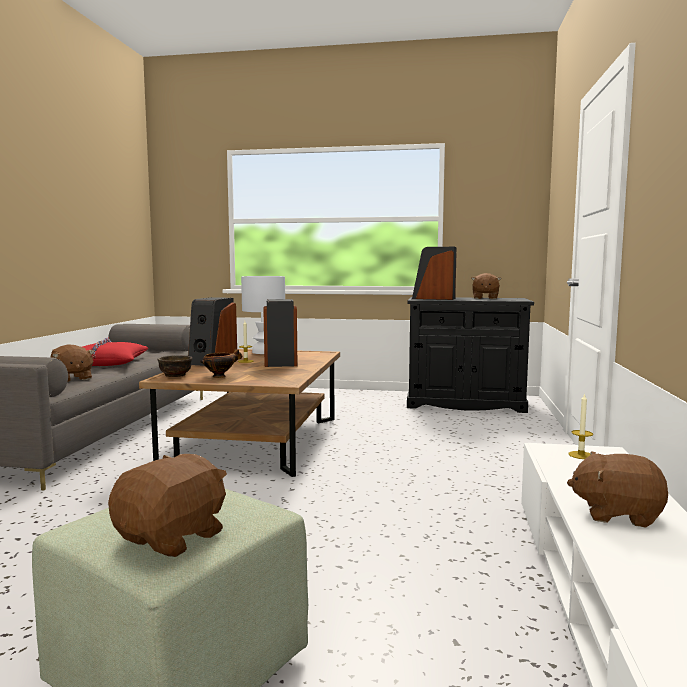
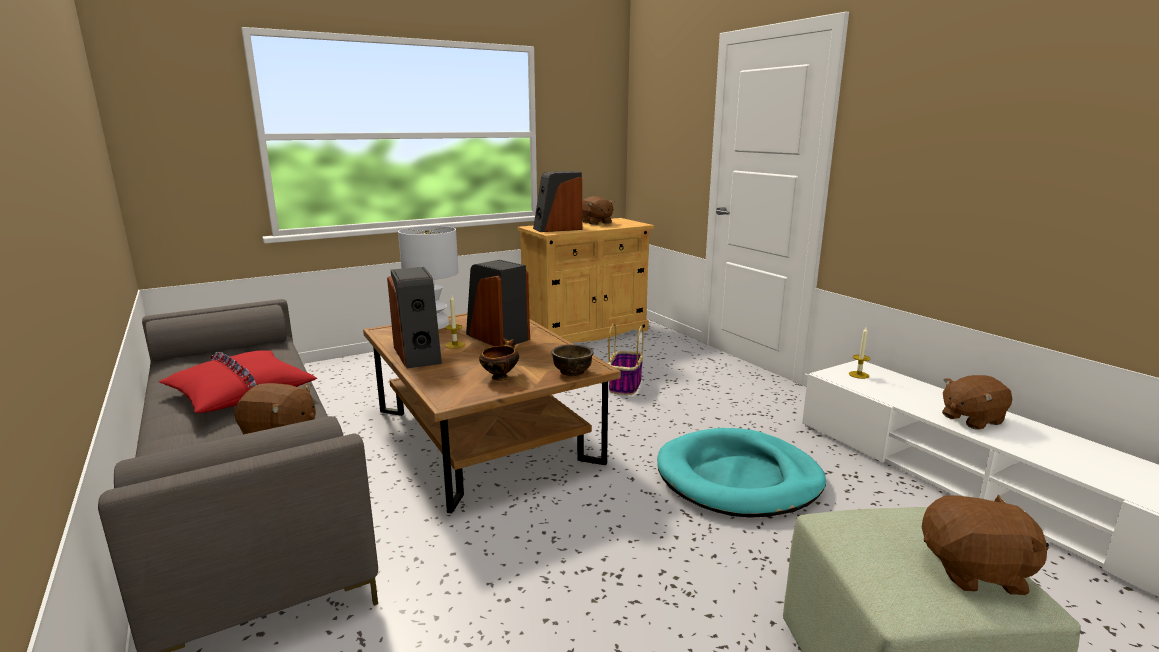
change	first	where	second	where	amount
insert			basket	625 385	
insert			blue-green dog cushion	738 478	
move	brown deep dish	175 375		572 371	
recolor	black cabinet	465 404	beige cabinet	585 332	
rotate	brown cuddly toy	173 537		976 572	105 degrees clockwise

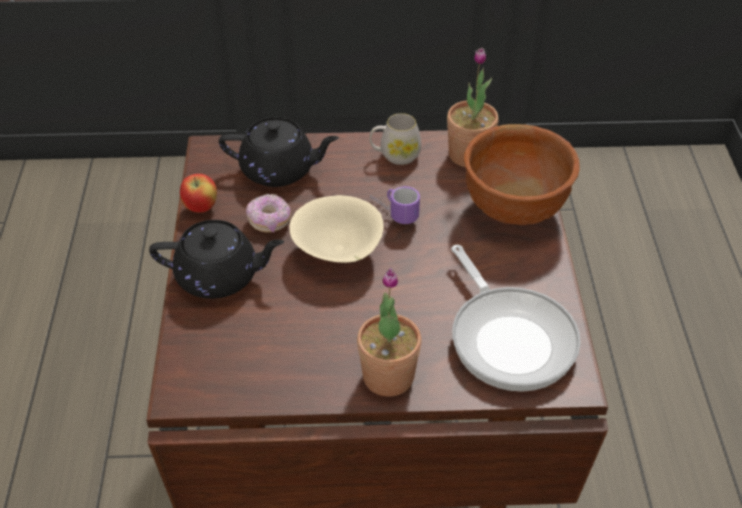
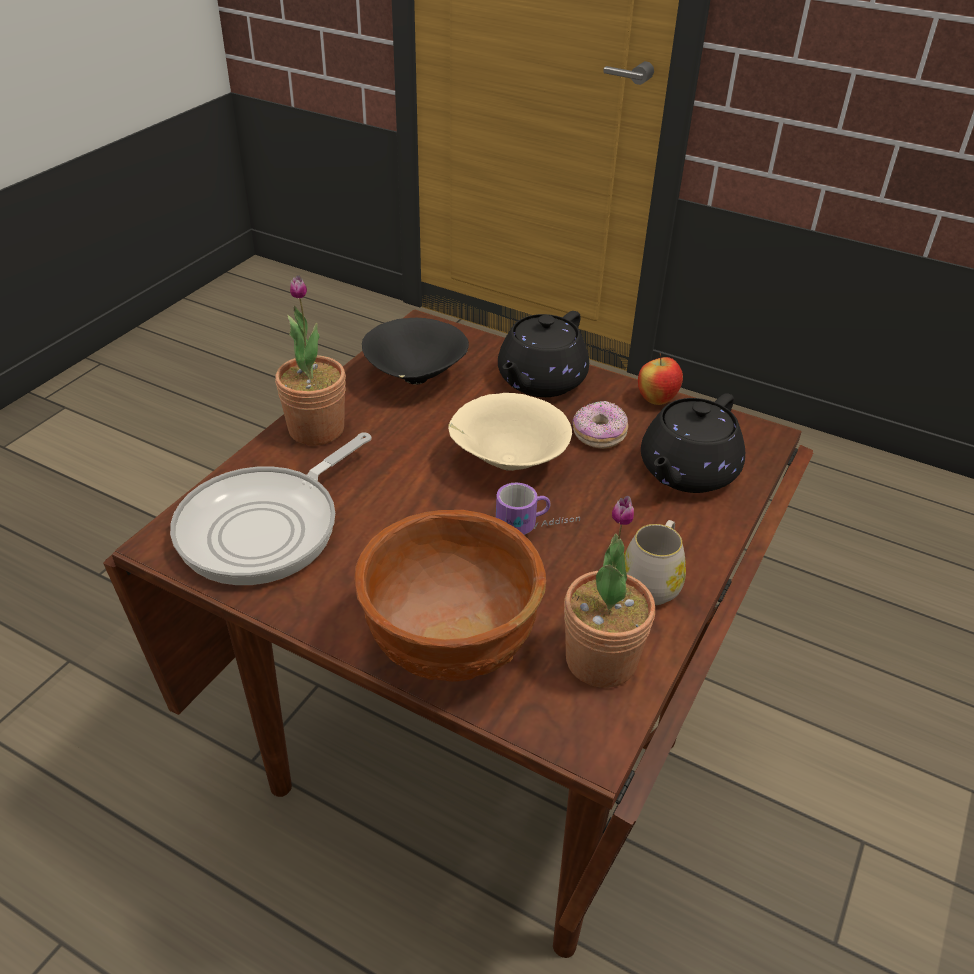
change	first	where	second	where	amount
insert			black deep dish	415 379	
rotate	skillet	509 338		267 527	60 degrees counterclockwise

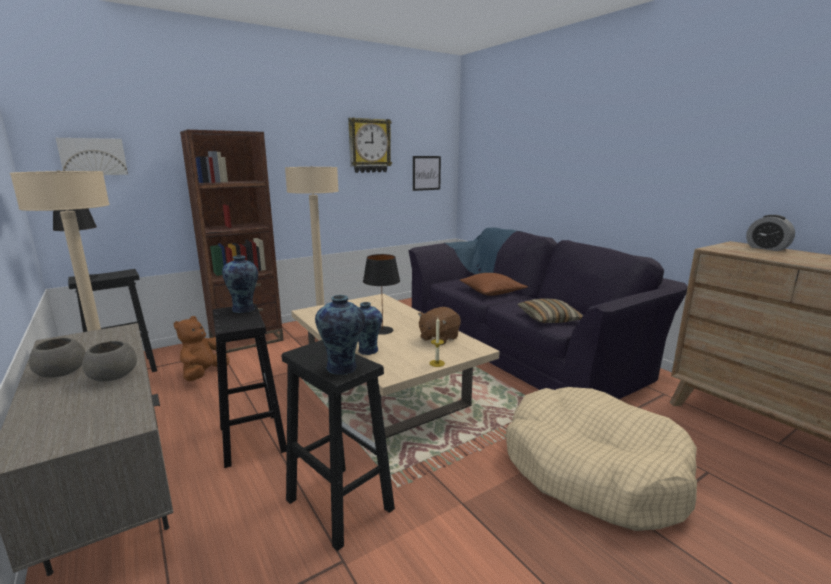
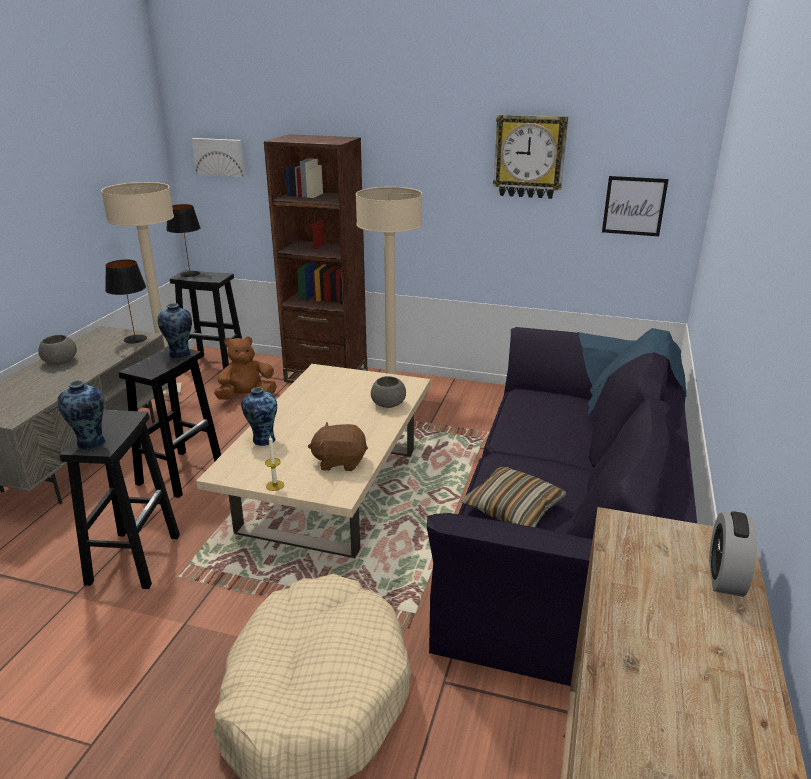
change	first	where	second	where	amount
delete	brown throw pillow	492 292			
move	gray deep dish	112 377		387 404	
move	black table lamp	382 330		135 339	

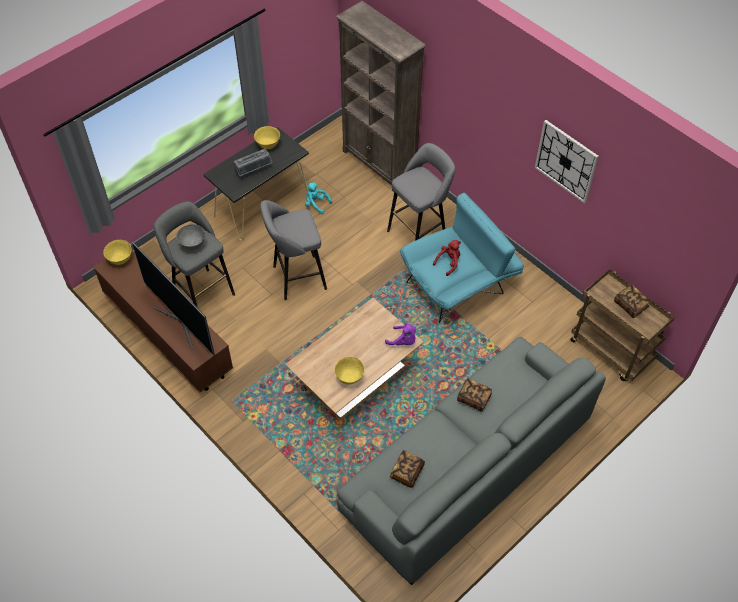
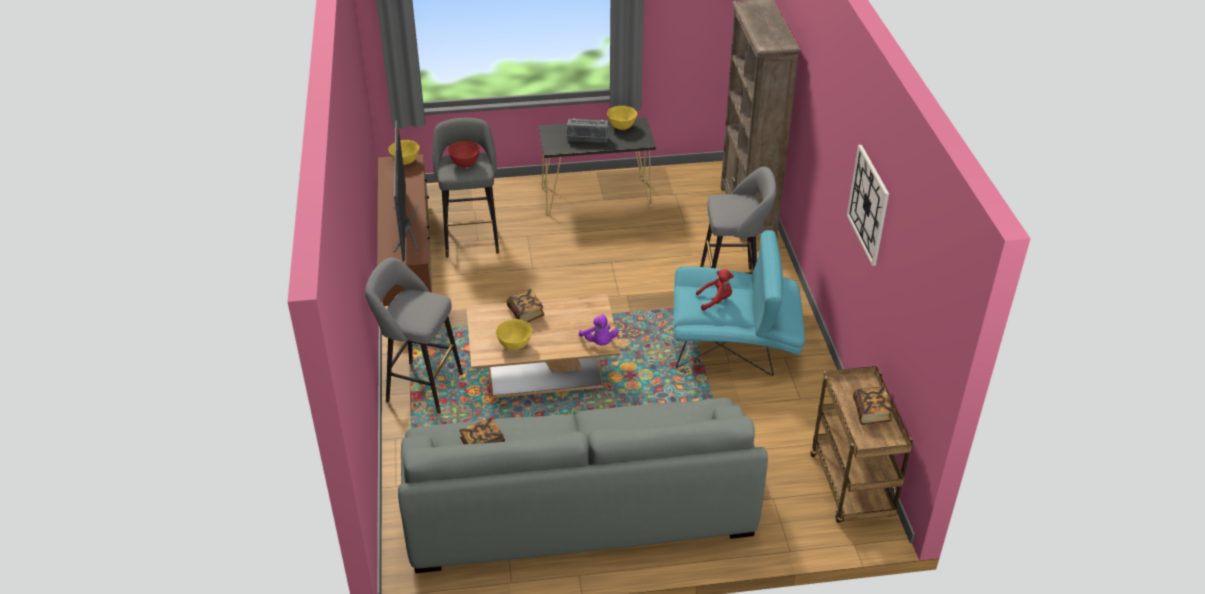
change	first	where	second	where	amount
delete	blue-green cuddly toy	316 204			
move	gray stool	296 278		420 386	
move	book	473 398		526 313	
recolor	gray deep dish	193 245	reddish deep dish	465 164	

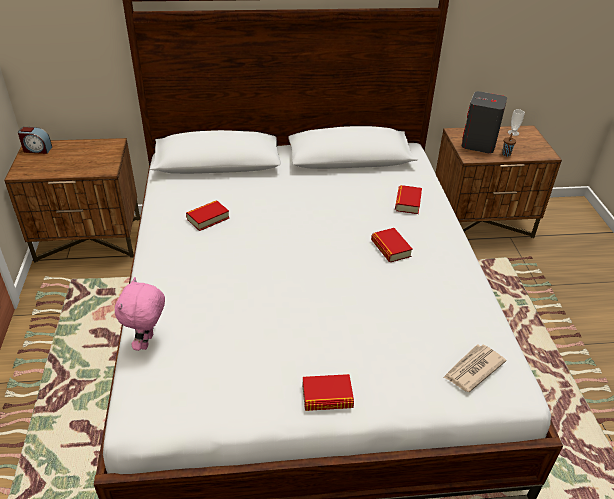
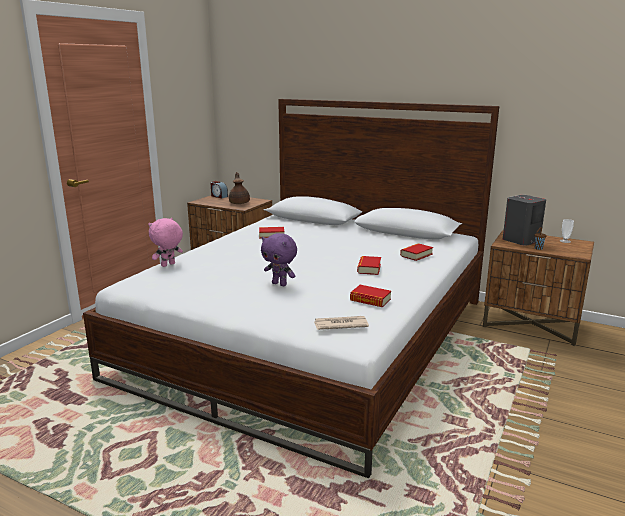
change	first	where	second	where	amount
insert			brown tea pot	239 202	
insert			purplish cuddly toy	280 284	
move	book	327 397		370 300	

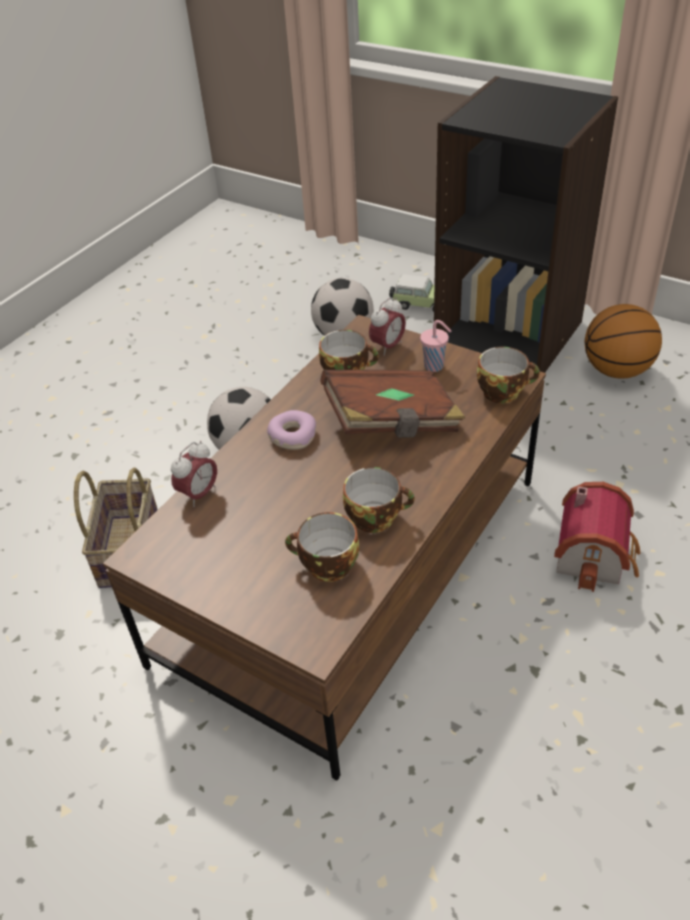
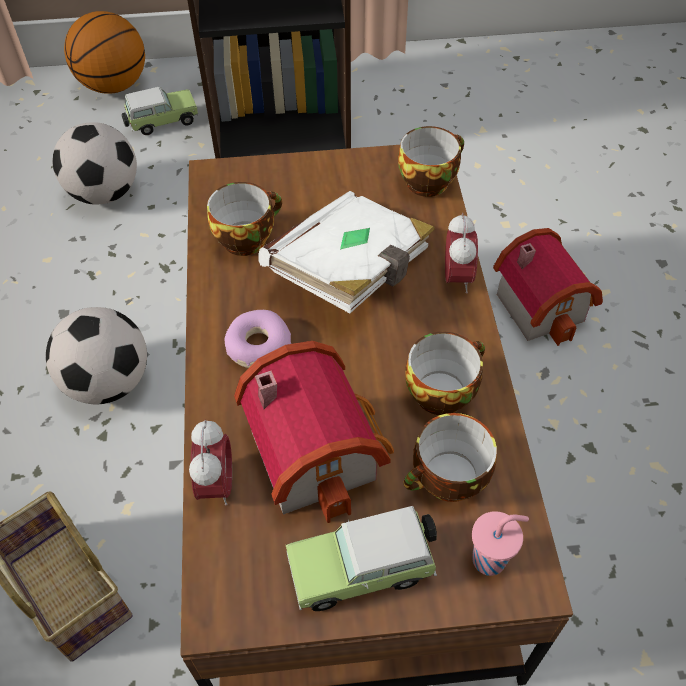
change	first	where	second	where	amount
insert			toy house	319 450	
insert			miniature car	365 569	
move	bedside clock	387 346		457 278	
move	pink small cup	435 366		491 559	
move	basketball	616 370		113 85	
recolor	brown book	393 422	whitish book	353 271	

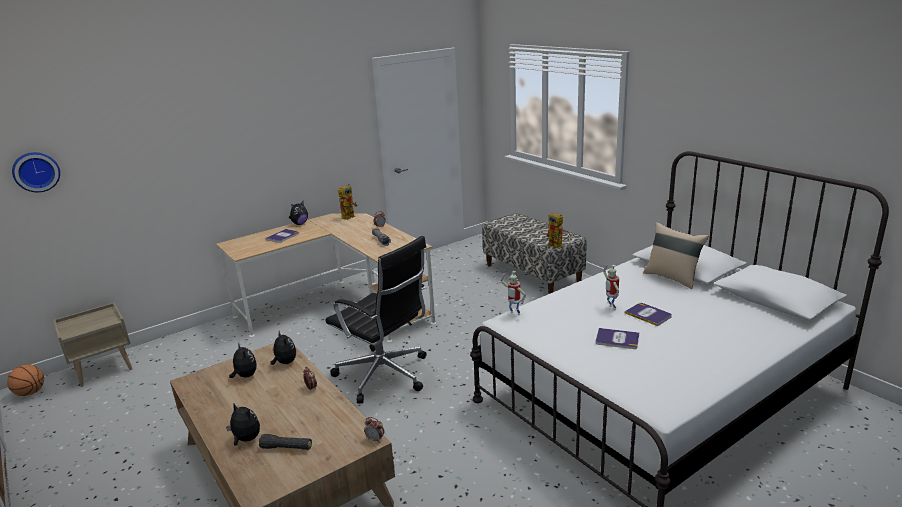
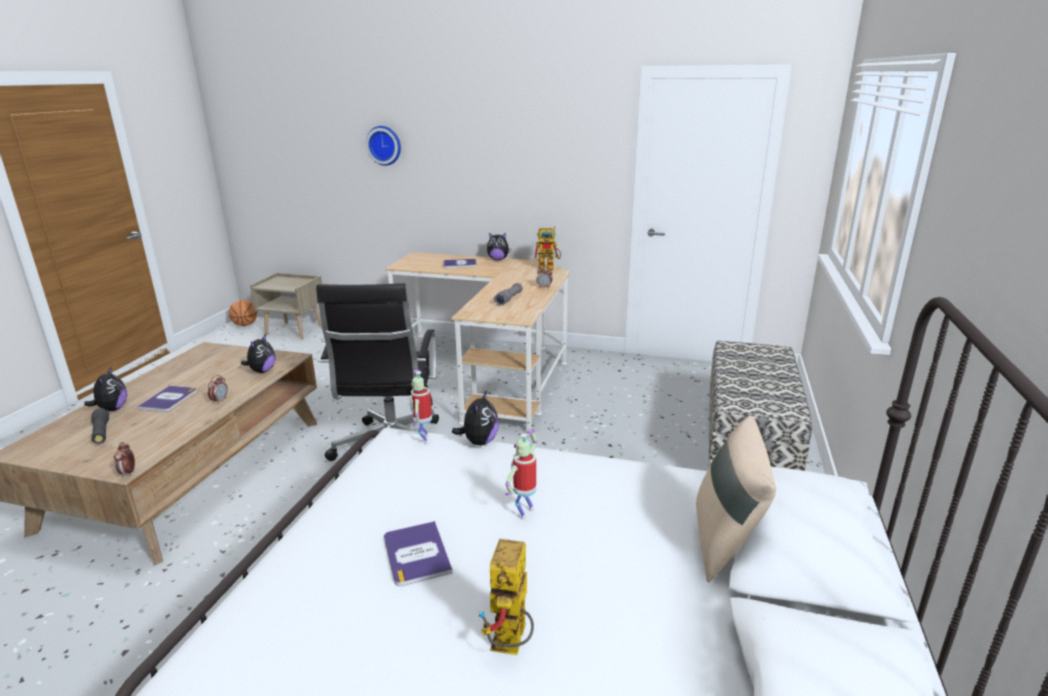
change	first	where	second	where	amount
move	clock on the wall	36 171		384 145	
move	cuddly toy	245 376		479 442	
move	robot figure	558 246		510 646	
move	book	648 314		169 399	

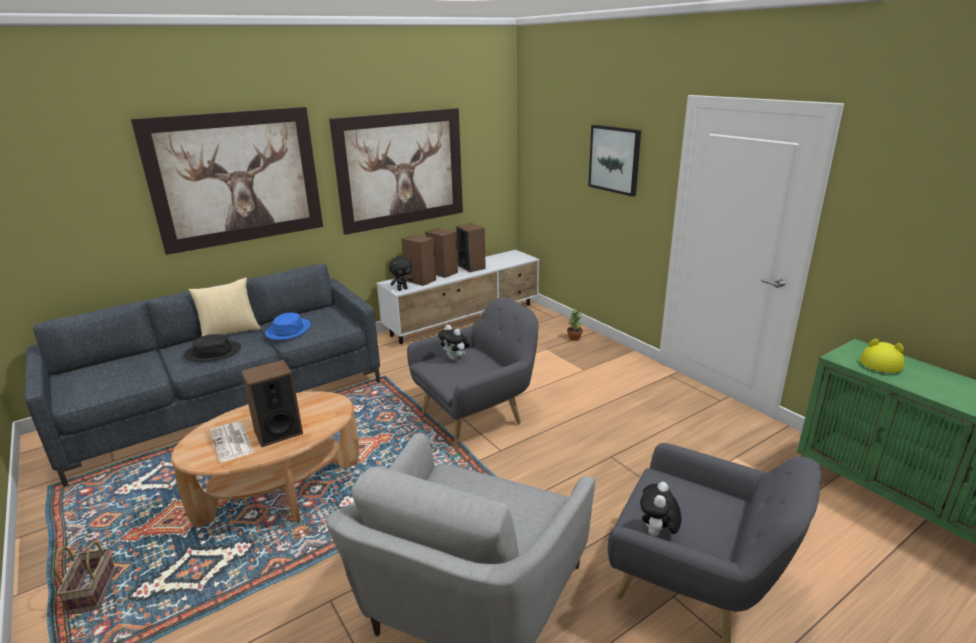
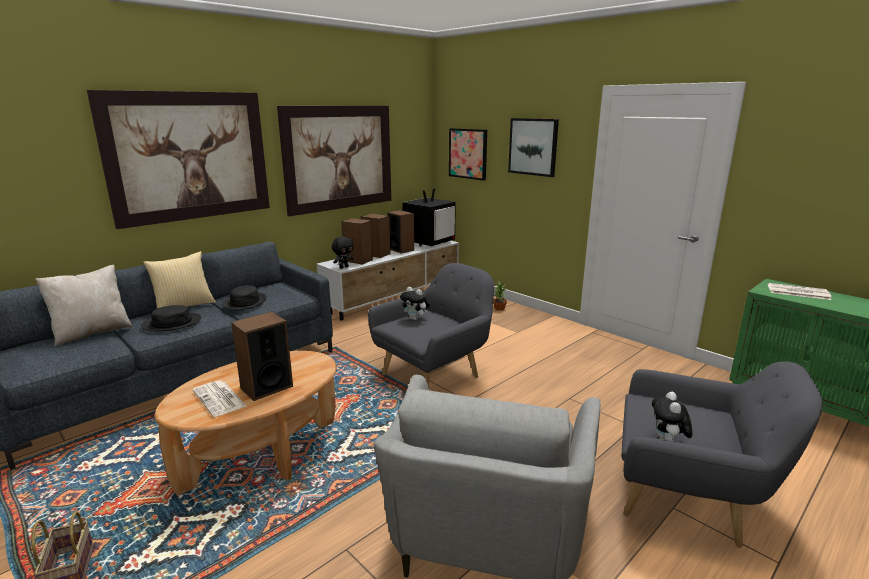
change	first	where	second	where	amount
insert			beige throw pillow	92 333	
insert			TV	429 242	
insert			picture	468 153	
replace	yellow-coloured hat	880 361	printed paper	797 292	
recolor	bluish hat	288 330	black hat	245 302	

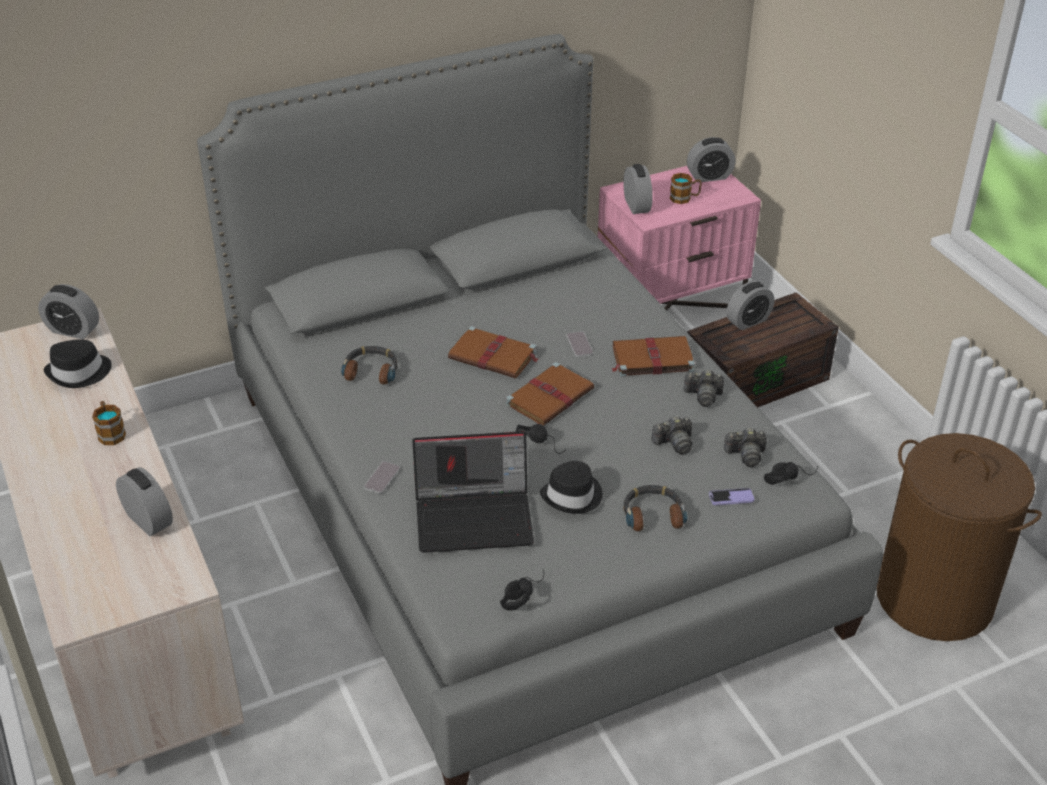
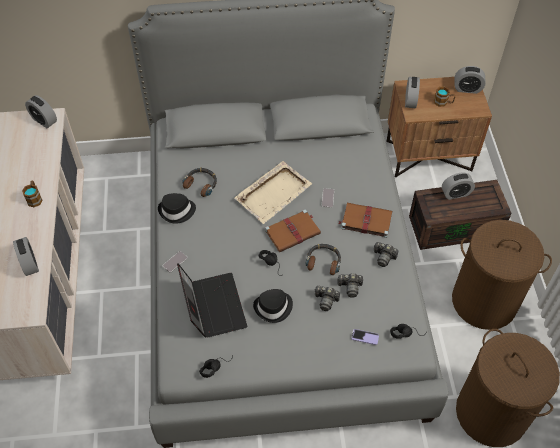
change	first	where	second	where	amount
insert			brown hamper	484 301	
move	black hat	79 373		177 211	
move	headset	653 514		323 261	
move	photo camera	745 455		326 300	
replace	brown book	494 356	beige tray	274 193	
recolor	pink bedside table	671 302	brown bedside table	429 154	
rotate	laptop	475 517		212 306	120 degrees counterclockwise

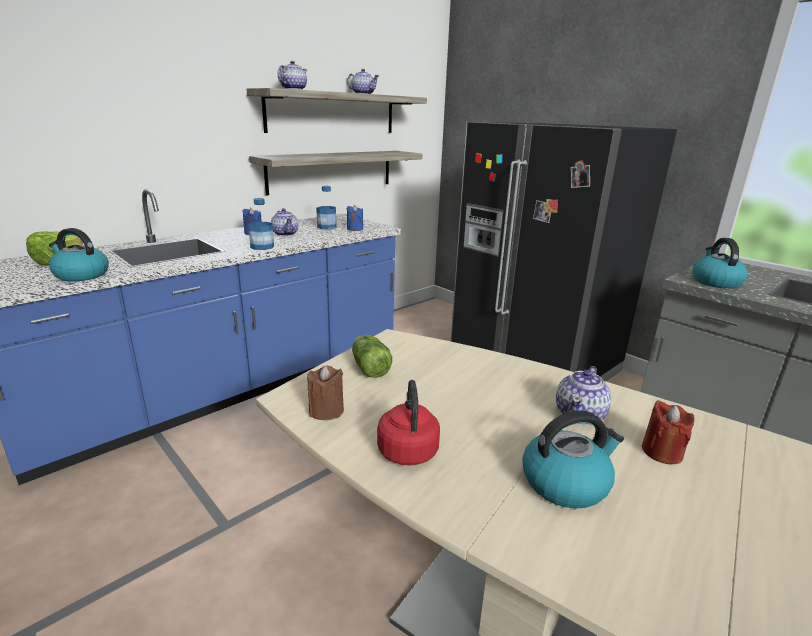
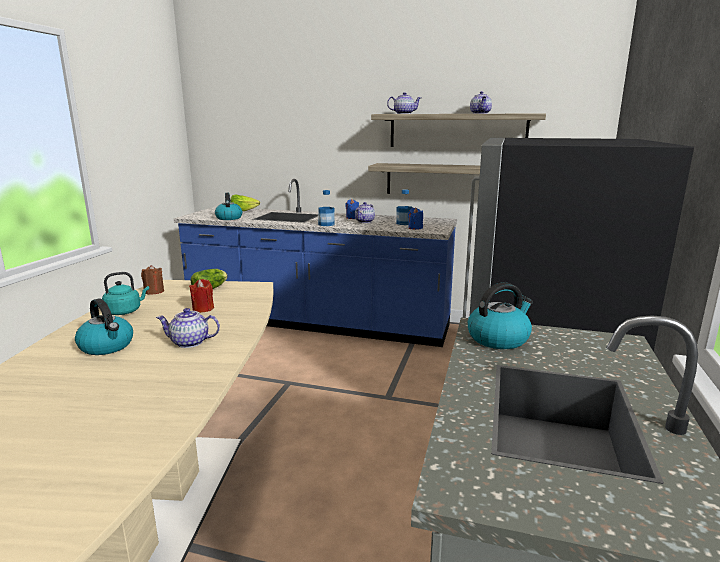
change	first	where	second	where	amount
move	reddish wax candle	662 452		203 309	
recolor	reddish kettle	407 449	blue-green kettle	125 311	

